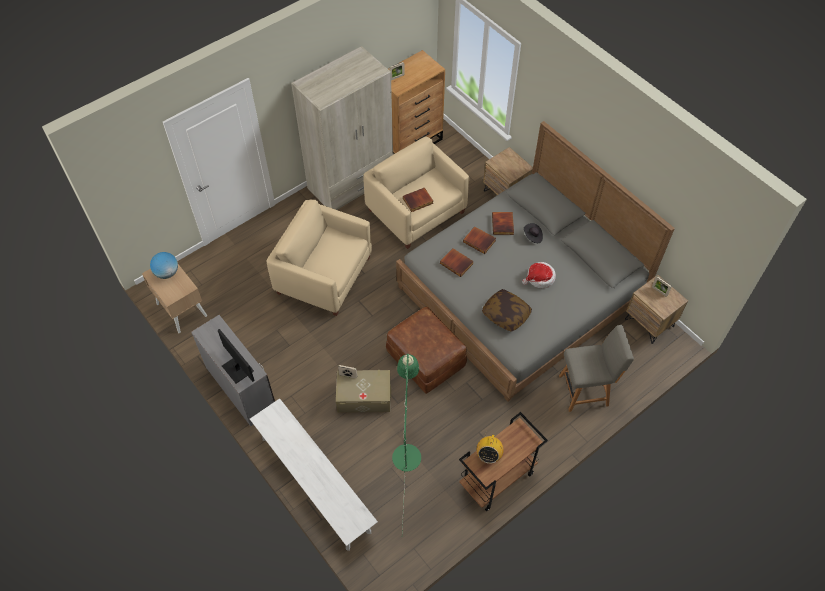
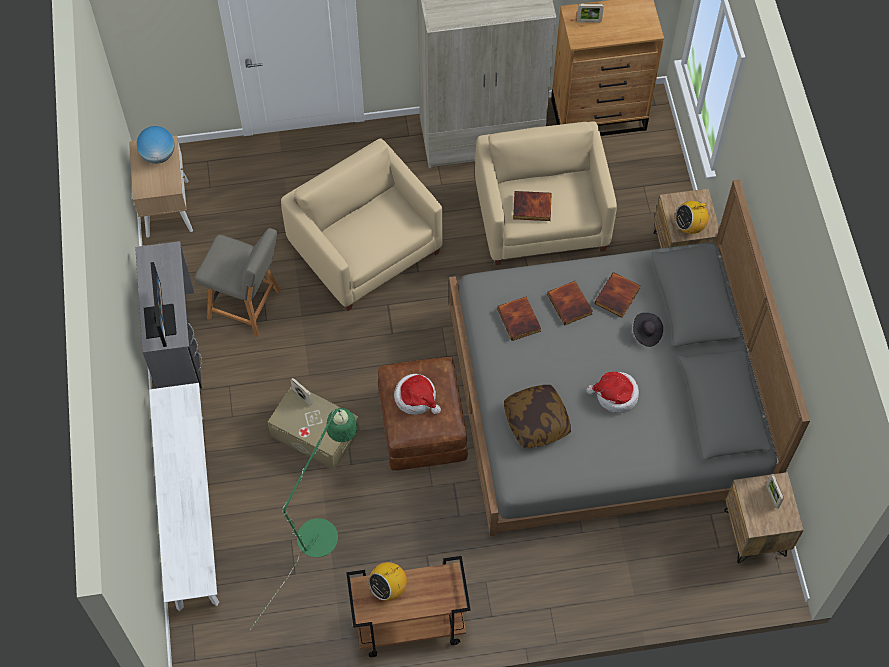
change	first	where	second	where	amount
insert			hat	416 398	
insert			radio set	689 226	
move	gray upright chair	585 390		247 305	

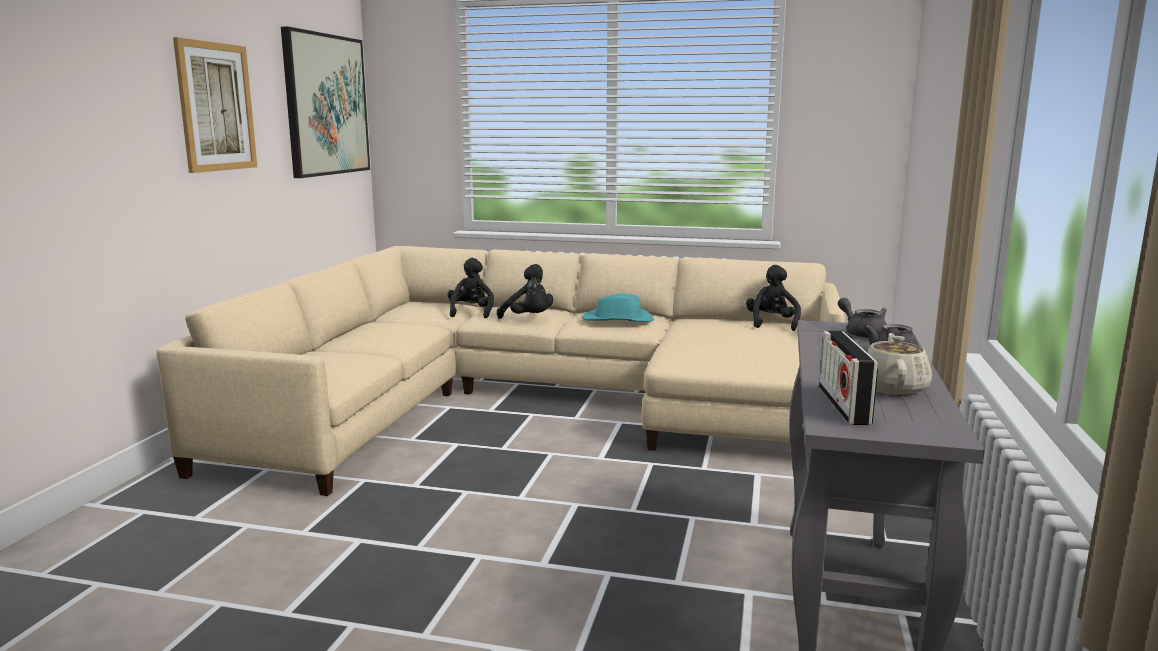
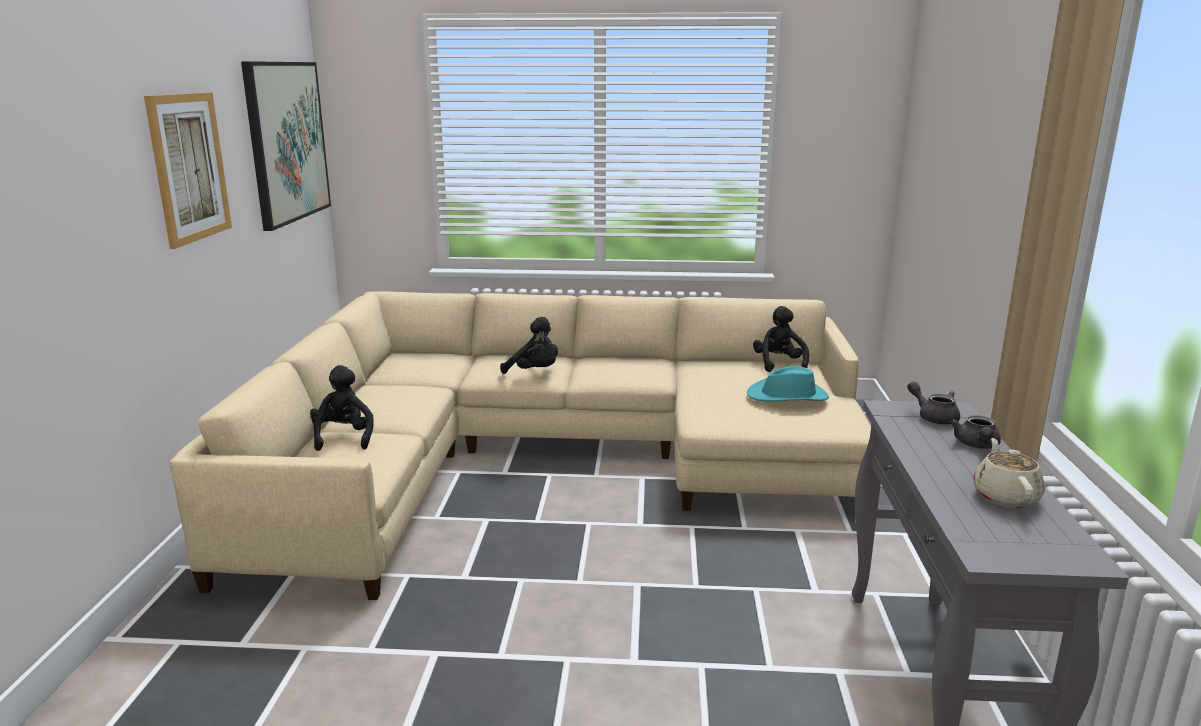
change	first	where	second	where	amount
delete	radio set	843 405			
move	black cuddly toy	471 313		344 438	
move	blue-green hat	618 320		788 396	

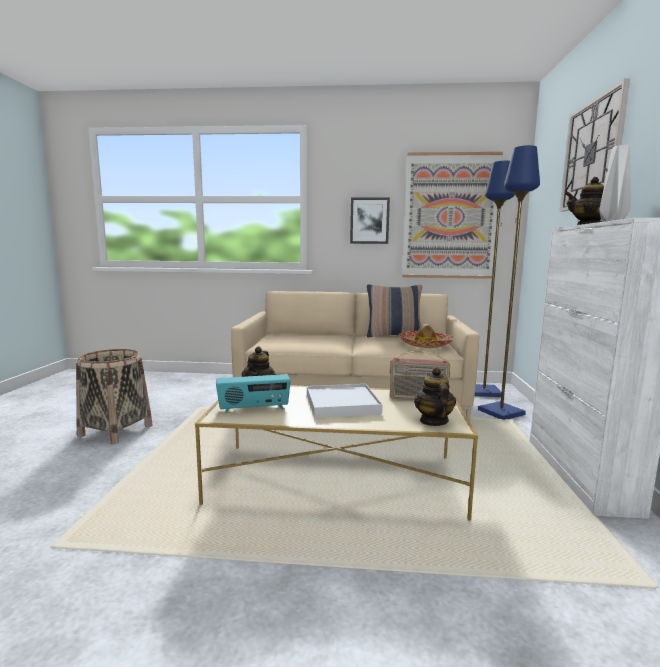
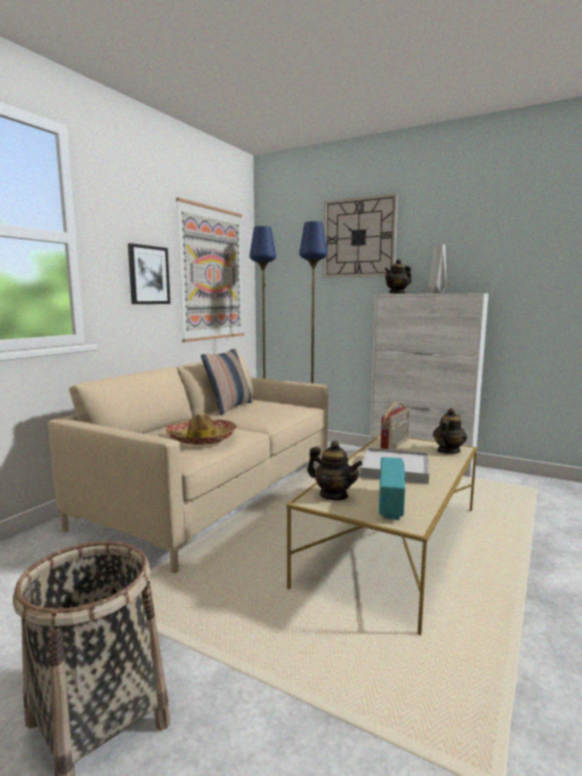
change	first	where	second	where	amount
move	hat	425 345		202 439	
rotate	tea pot	433 421		448 451	105 degrees clockwise

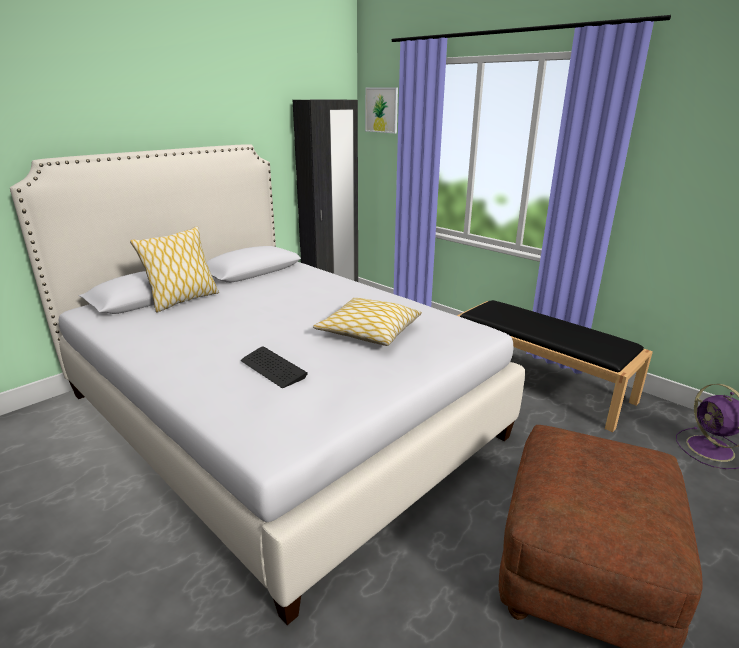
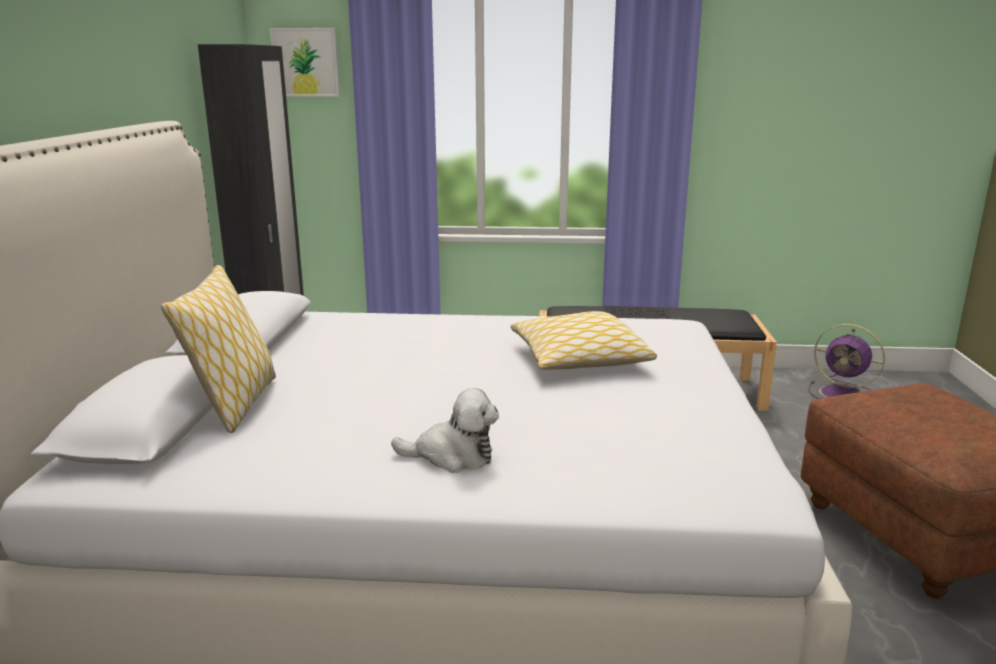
change	first	where	second	where	amount
insert			cuddly toy	452 456	
move	keyboard	273 368		636 314	

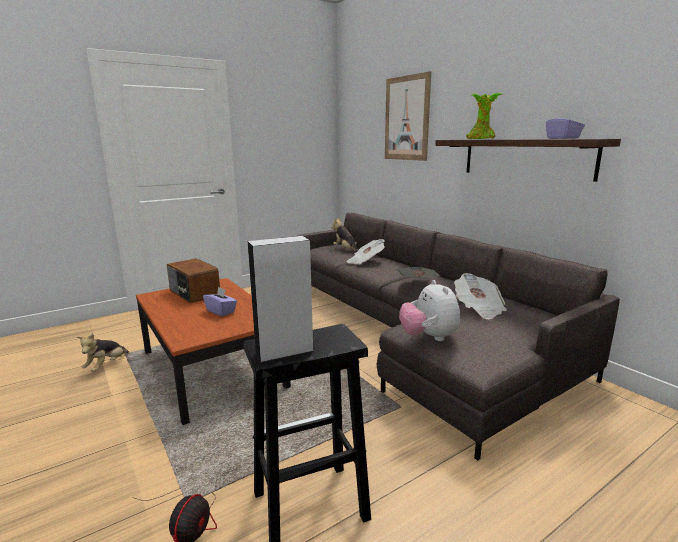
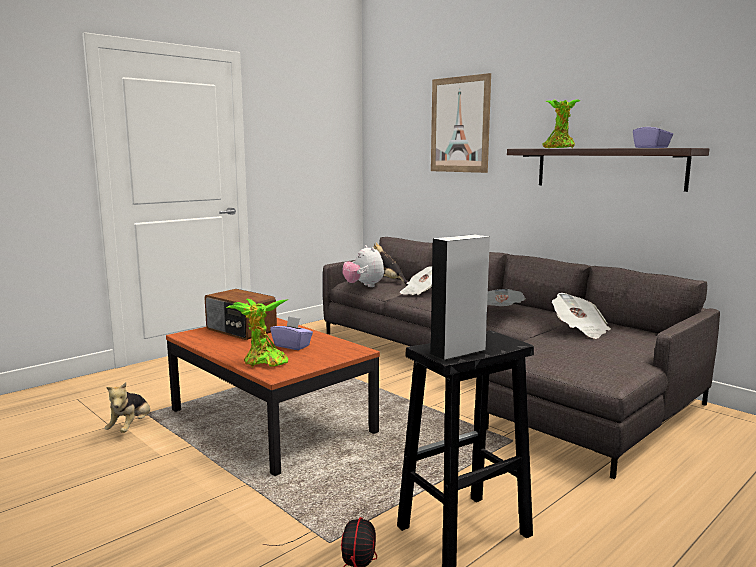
change	first	where	second	where	amount
insert			houseplant	263 362	
move	cuddly toy	428 337		364 286	

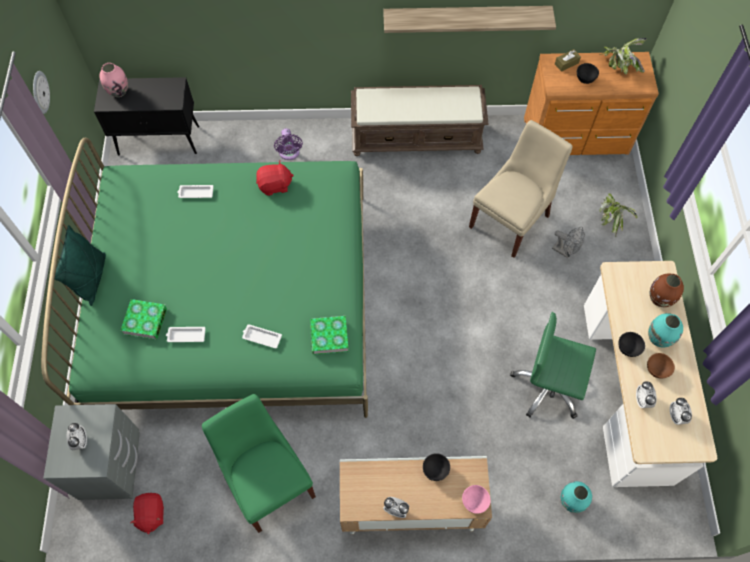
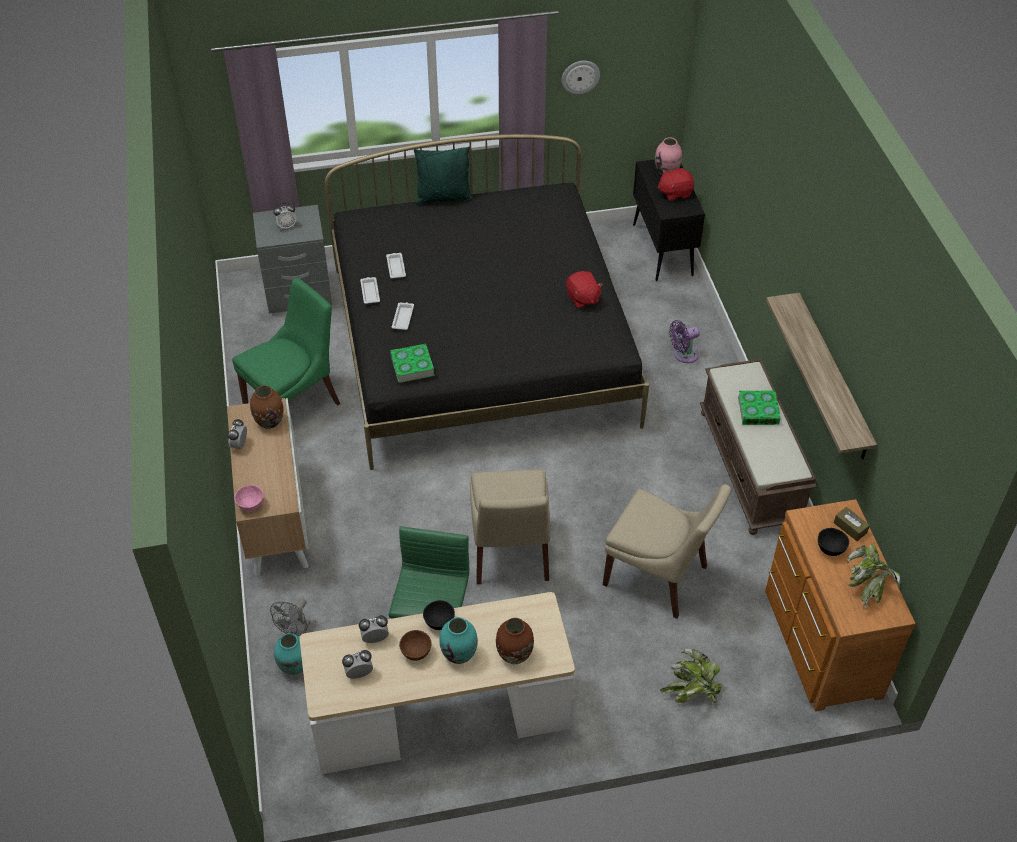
change	first	where	second	where	amount
delete	black deep dish	435 470			
insert			brown decorative vase	269 422	
insert			beige upright chair	510 553	
move	book	145 321		758 411	
move	reddish cuddly toy	151 514		675 193	
move	whitish tray	195 193		370 292	
move	gray electric fan	565 251		296 633	
recolor	green bed	235 303	black bed	481 345	

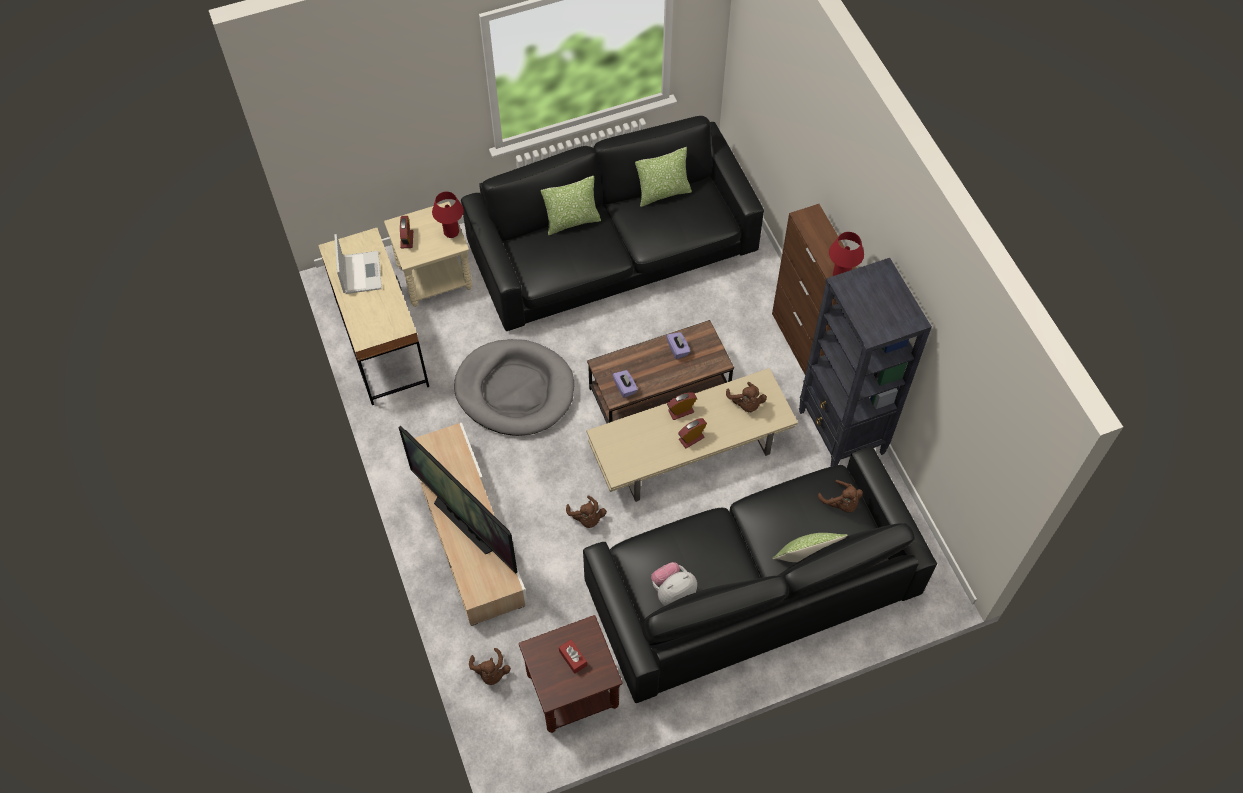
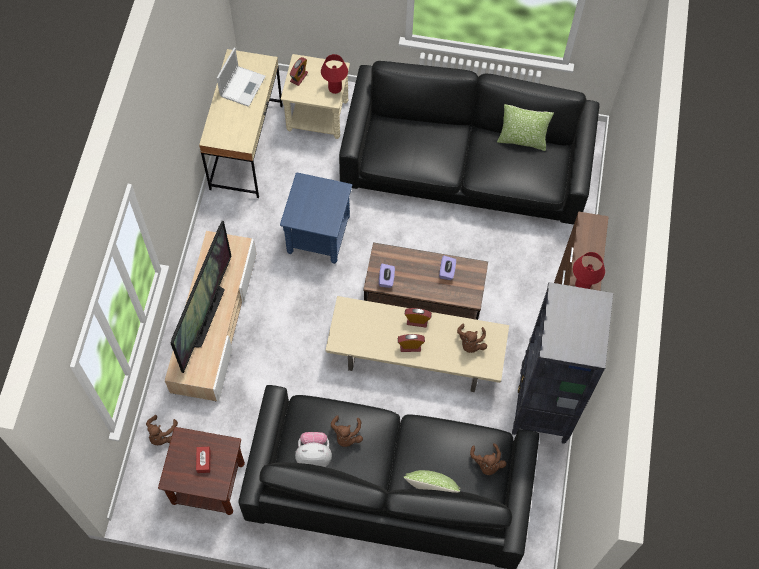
change	first	where	second	where	amount
delete	throw pillow	572 222			
move	brown cuddly toy	587 518		346 435	
replace	gray dog cushion	515 390	bluish end table	318 235	
rotate	TV	465 523		206 316	150 degrees counterclockwise

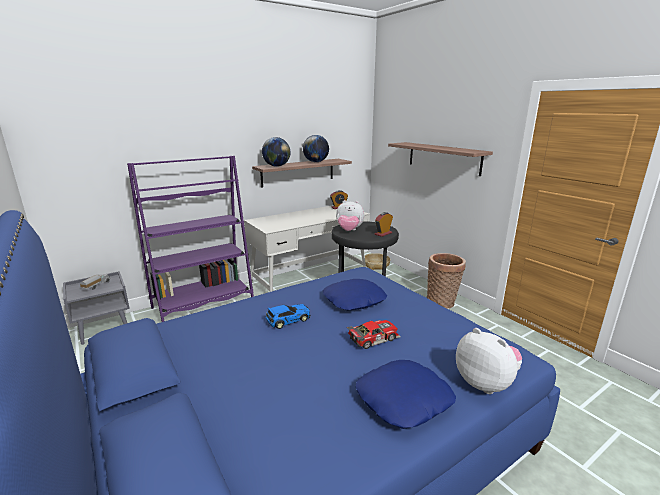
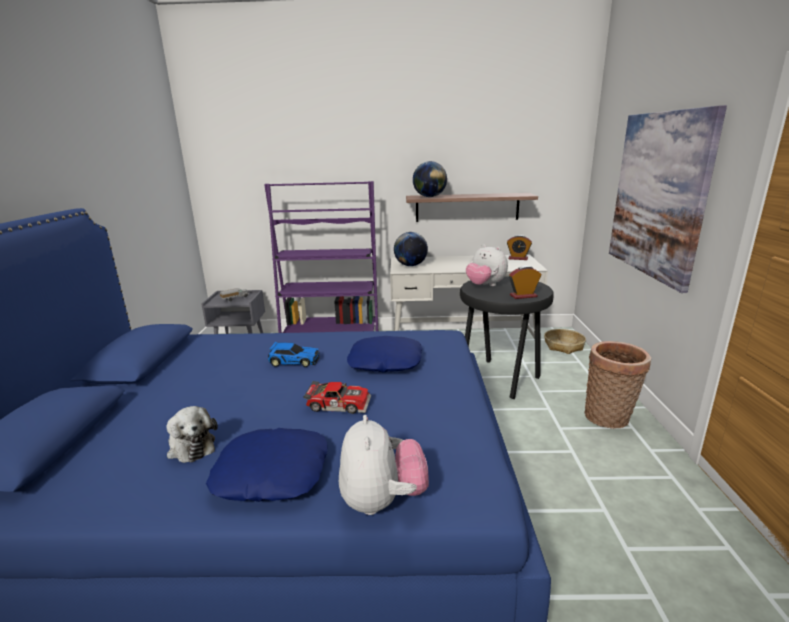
change	first	where	second	where	amount
insert			cuddly toy	191 446	
move	desk globe	316 162		410 265	
replace	wall shelf	443 158	picture	658 195	

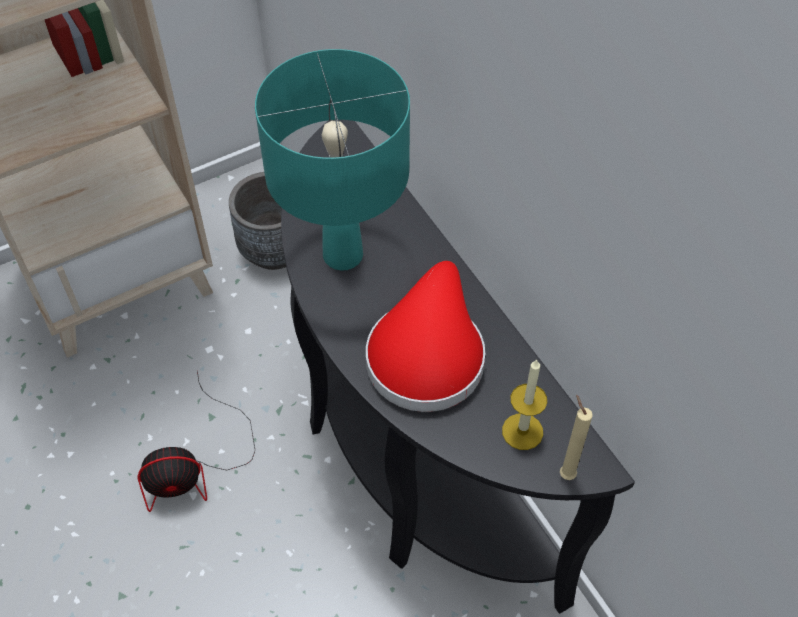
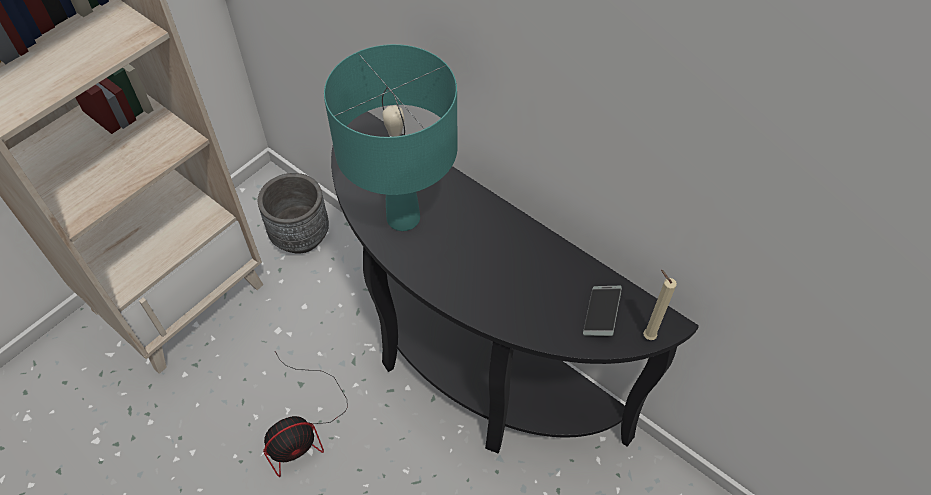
change	first	where	second	where	amount
delete	reddish hat	427 353			
replace	wax candle	522 431	telephone	601 314	

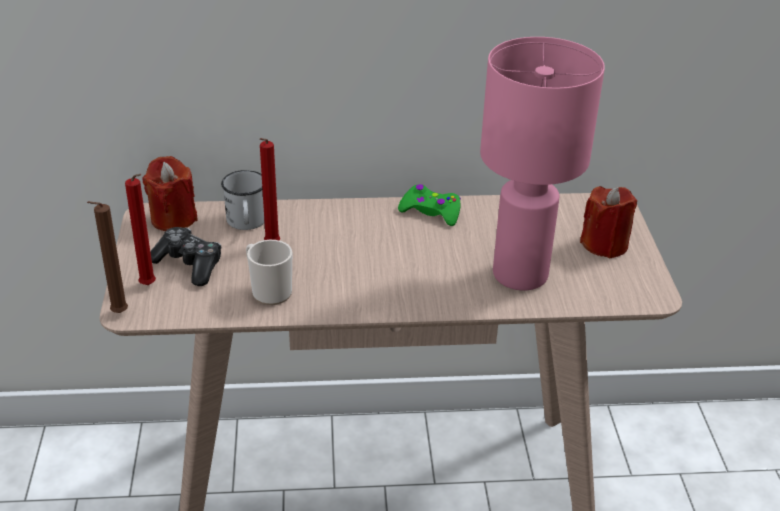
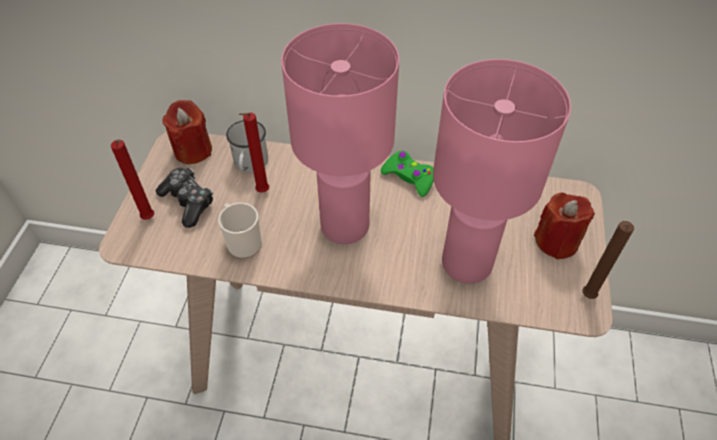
change	first	where	second	where	amount
insert			pink table lamp	346 225	
move	brown wax candle	117 314		586 297	

